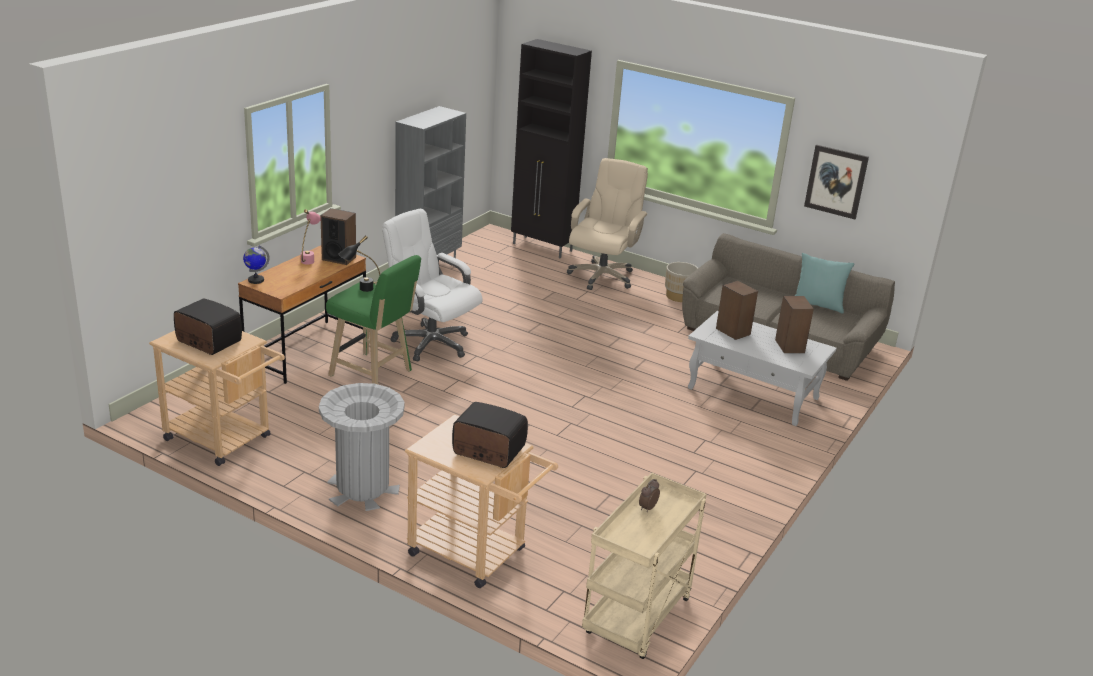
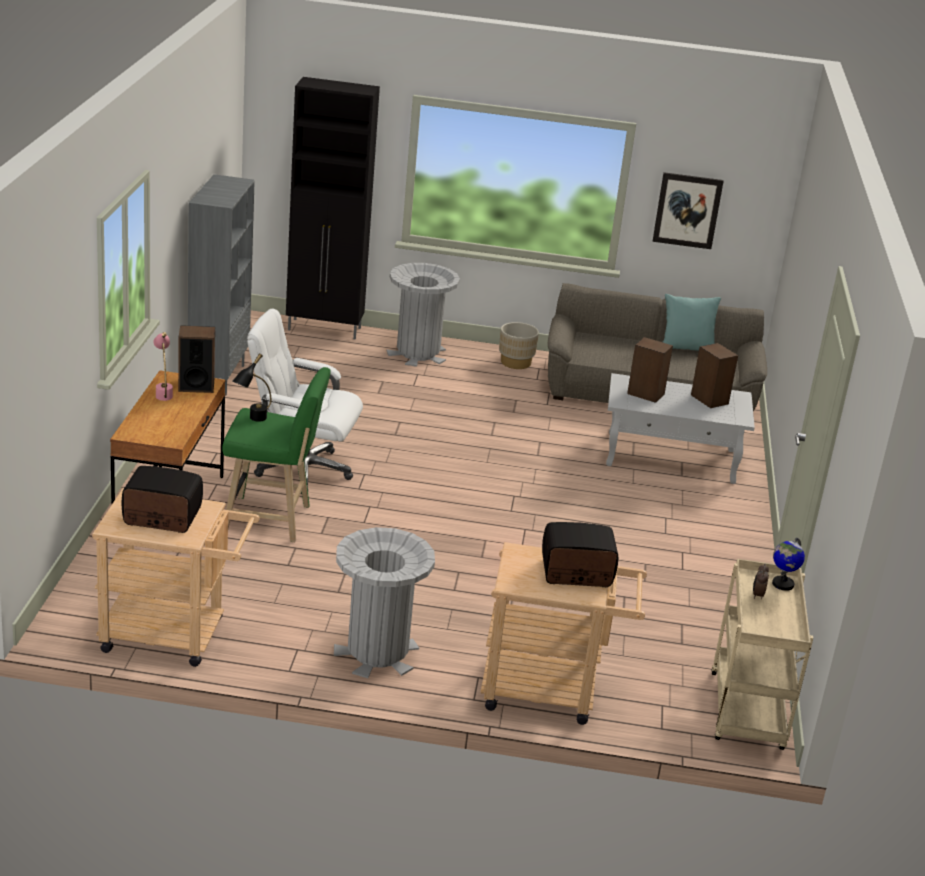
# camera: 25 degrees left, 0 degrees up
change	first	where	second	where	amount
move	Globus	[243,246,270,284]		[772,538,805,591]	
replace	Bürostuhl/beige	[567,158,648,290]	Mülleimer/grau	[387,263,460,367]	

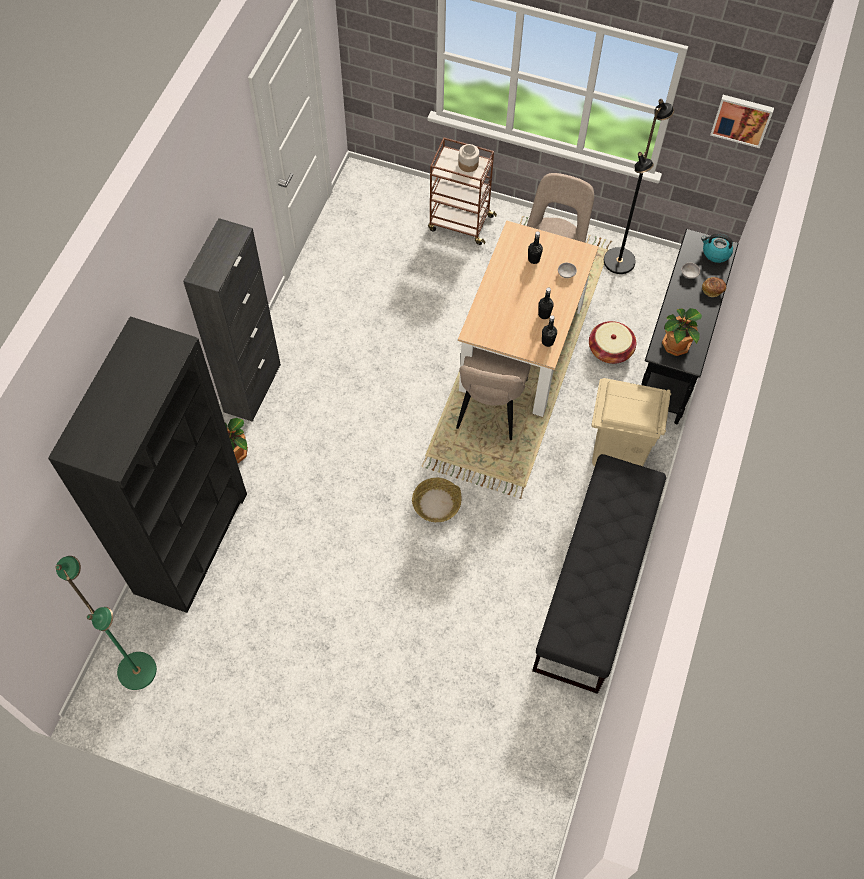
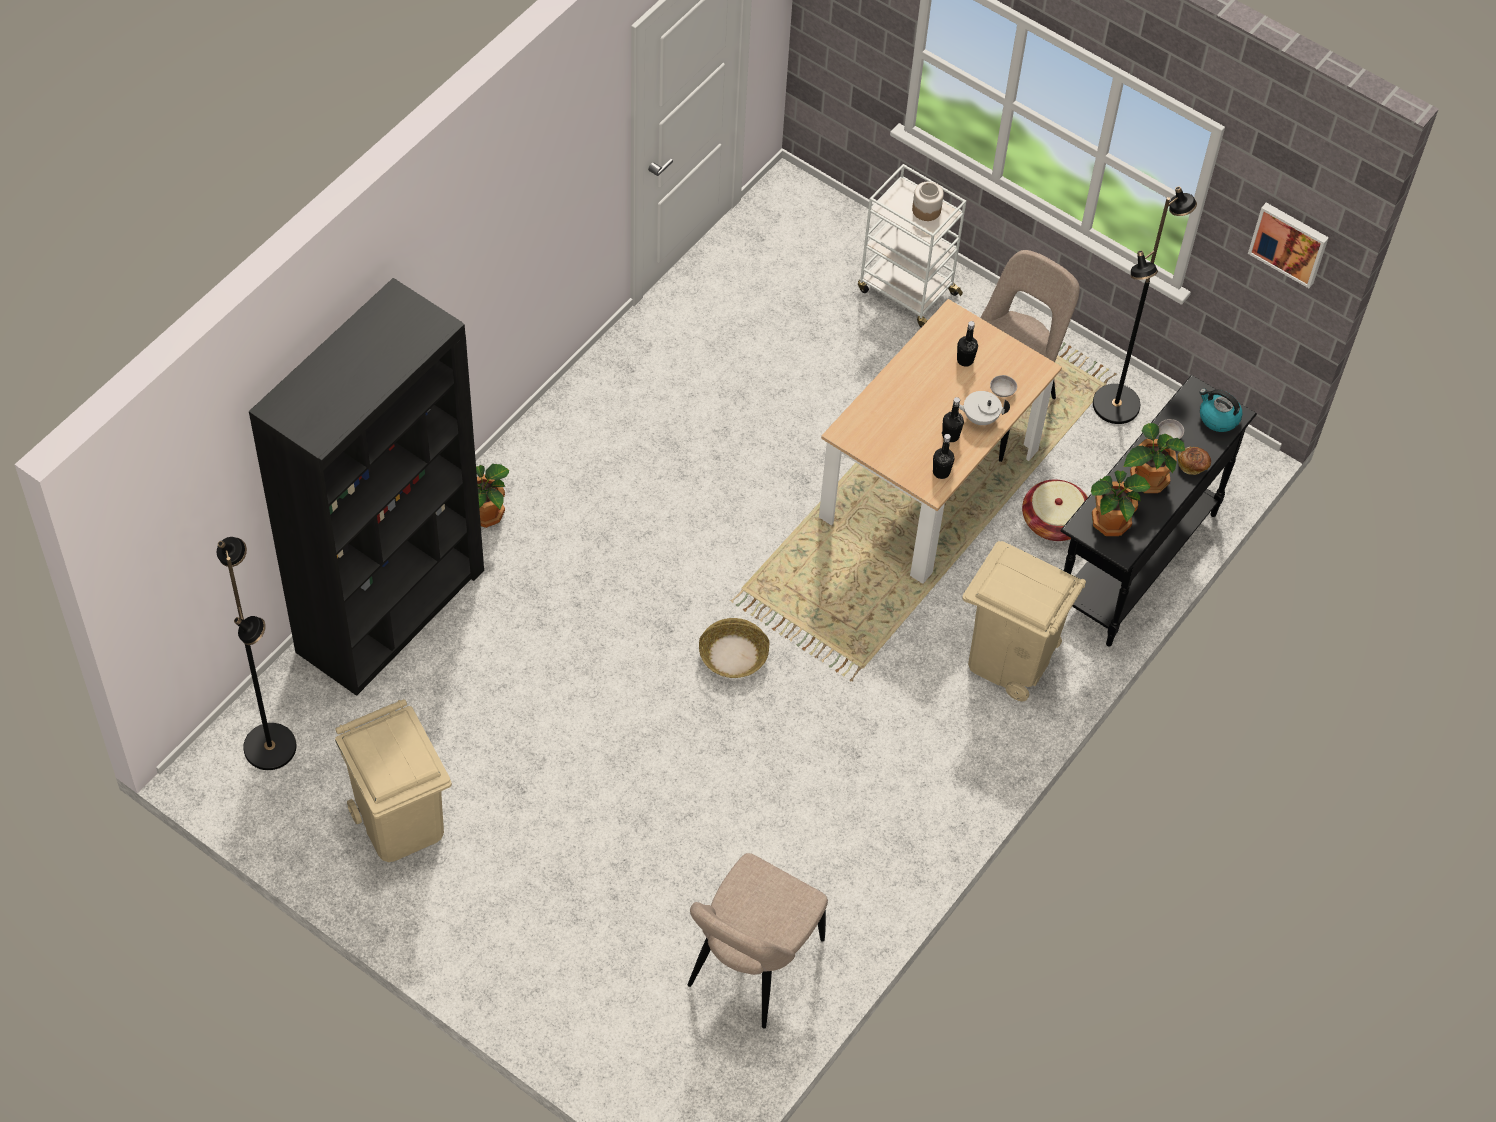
# camera: 15 degrees right, 5 degrees down
change	first	where	second	where	amount
recolor	Stehlampe/grün	[55,556,157,690]	Stehlampe/schwarz	[217,537,296,770]	
delete	Schrank/schwarz	[183,218,281,422]			
recolor	Rollwagen/braun	[428,137,497,245]	Rollwagen/weiß	[858,164,966,327]	
move	Stuhl/beige	[456,347,531,440]		[688,853,828,1029]	
delete	Bank/schwarz	[532,454,666,694]			
insert			Mülleimer/beige	[335,699,452,862]	
insert			Teekanne/weiß	[959,391,1010,425]	
insert			Topfpflanze	[1123,423,1185,493]	

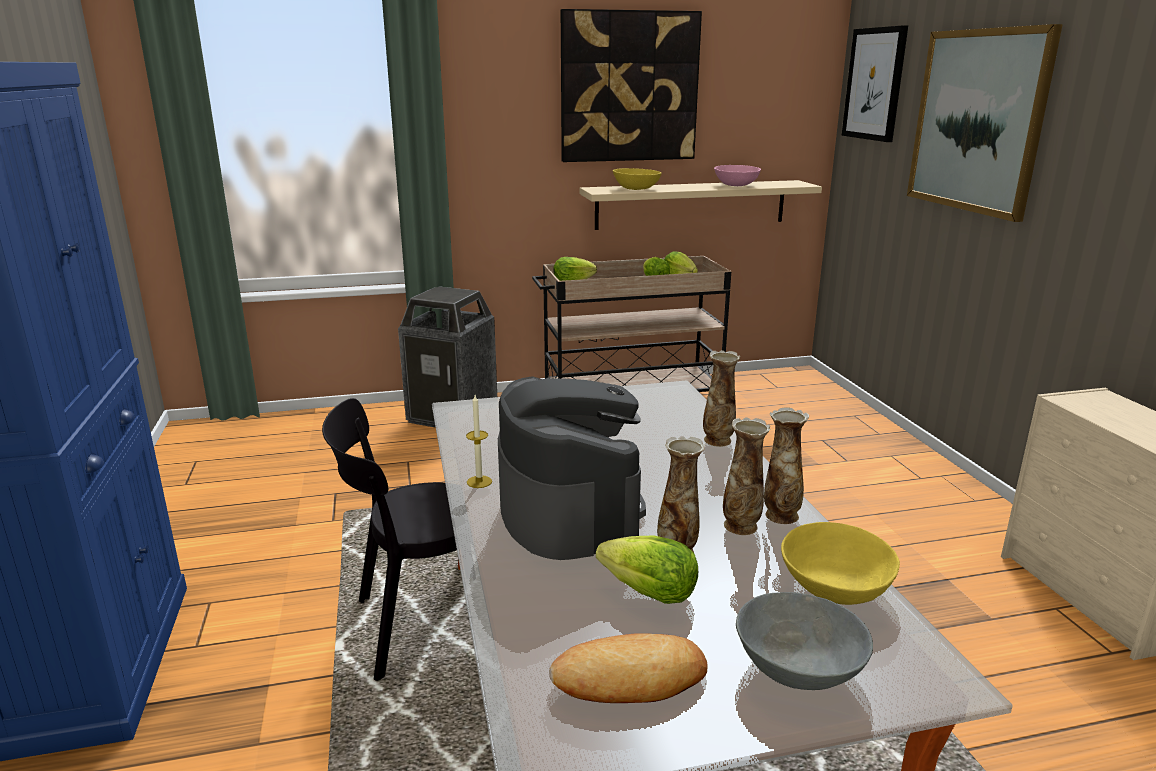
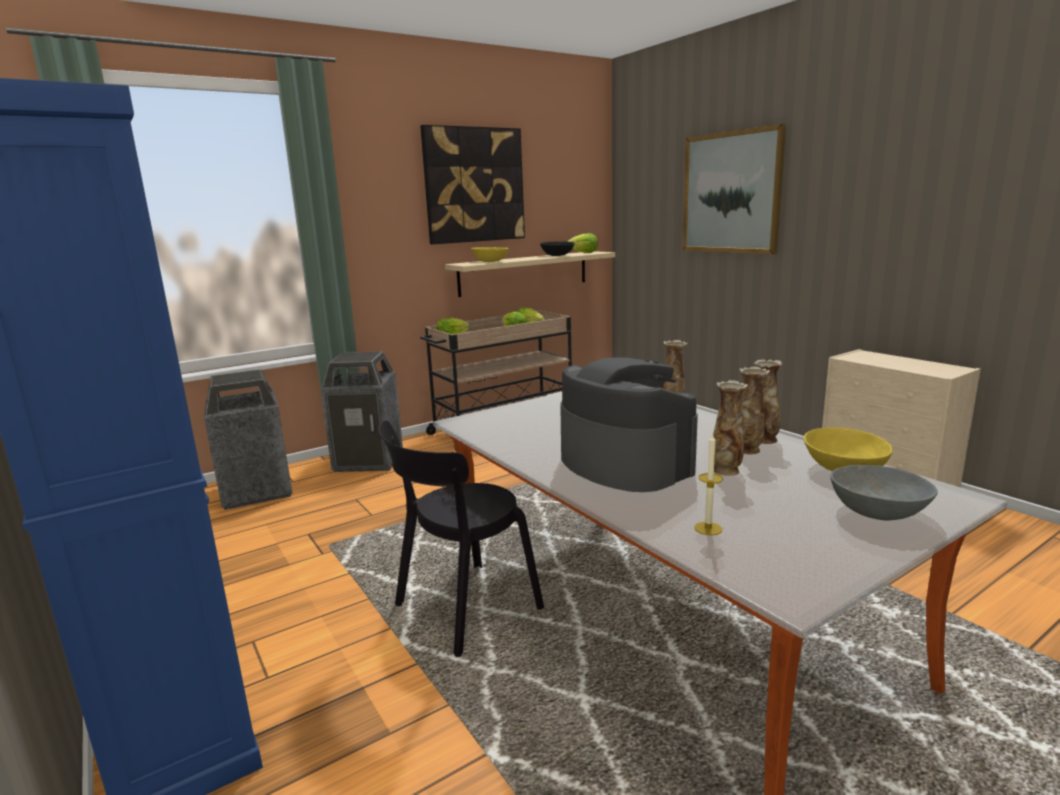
# camera: 20 degrees left, 5 degrees down
change	first	where	second	where	amount
move	Kerze	[466,395,492,488]		[695,434,723,536]	
delete	Brot	[549,633,708,703]			
move	Salatkopf	[596,536,698,604]		[567,233,598,253]	
recolor	Schüssel/rosa	[714,165,761,186]	Schüssel/schwarz	[540,241,574,256]	
delete	Bild	[842,25,908,142]			
insert			Mülleimer	[204,369,293,510]	

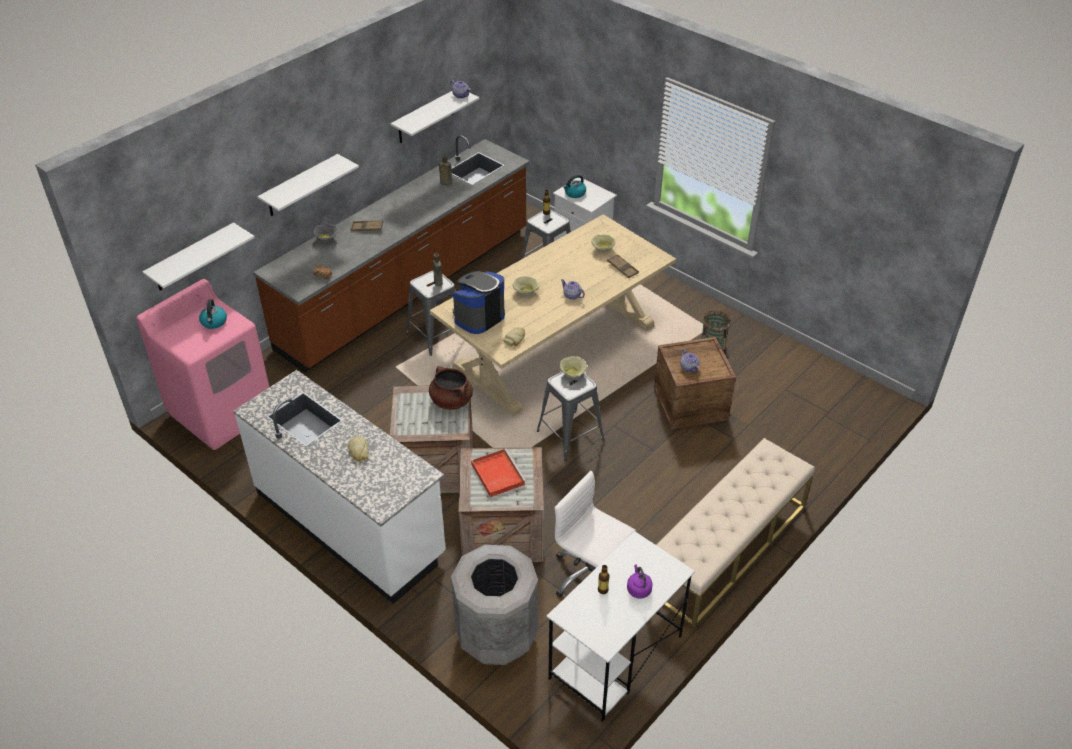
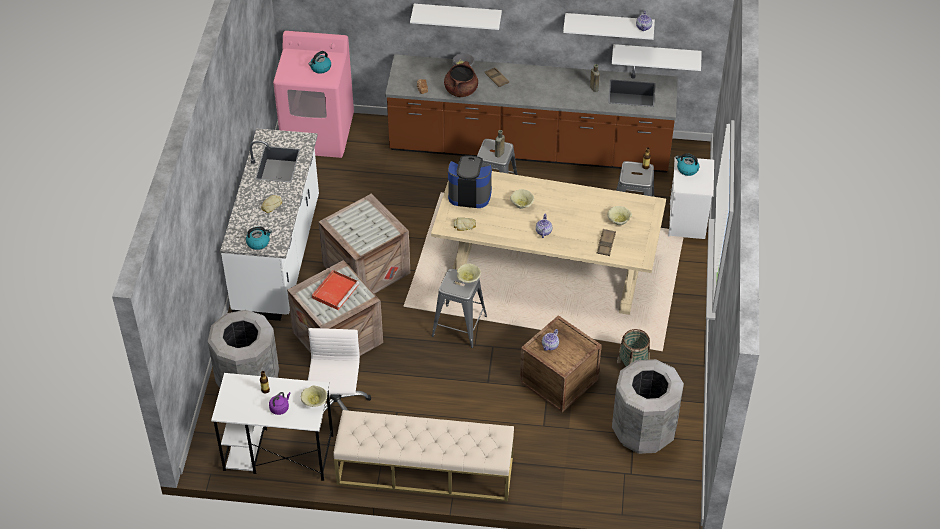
# camera: 55 degrees right, 5 degrees up
change	first	where	second	where	amount
move	Wandregal/weiß	[142,223,255,291]		[612,44,702,71]	
move	Kochtopf/braun	[429,366,473,410]		[444,61,478,97]	
insert			Wasserkessel	[246,227,272,250]	
insert			Schüssel/beige	[301,385,327,407]	
insert			Mülleimer/grau	[612,359,684,454]	

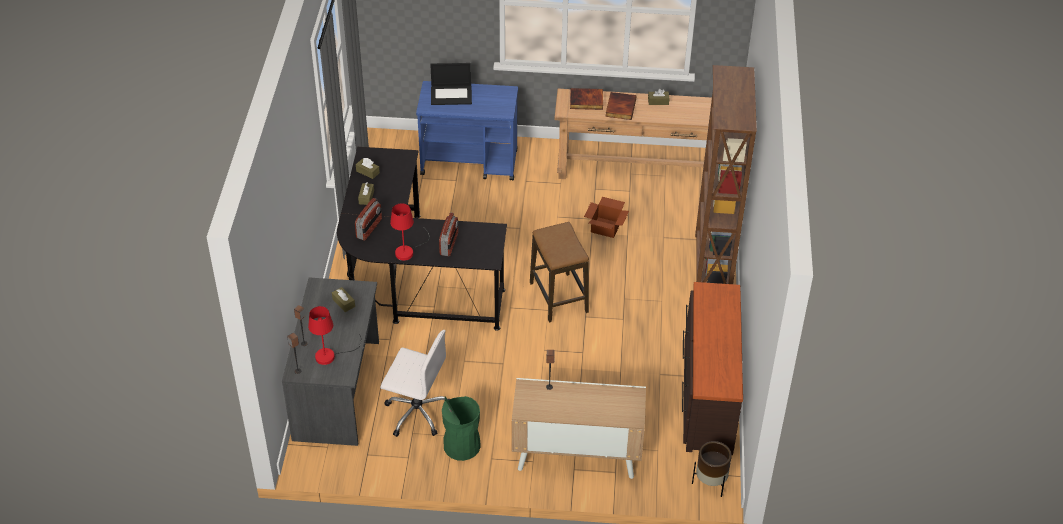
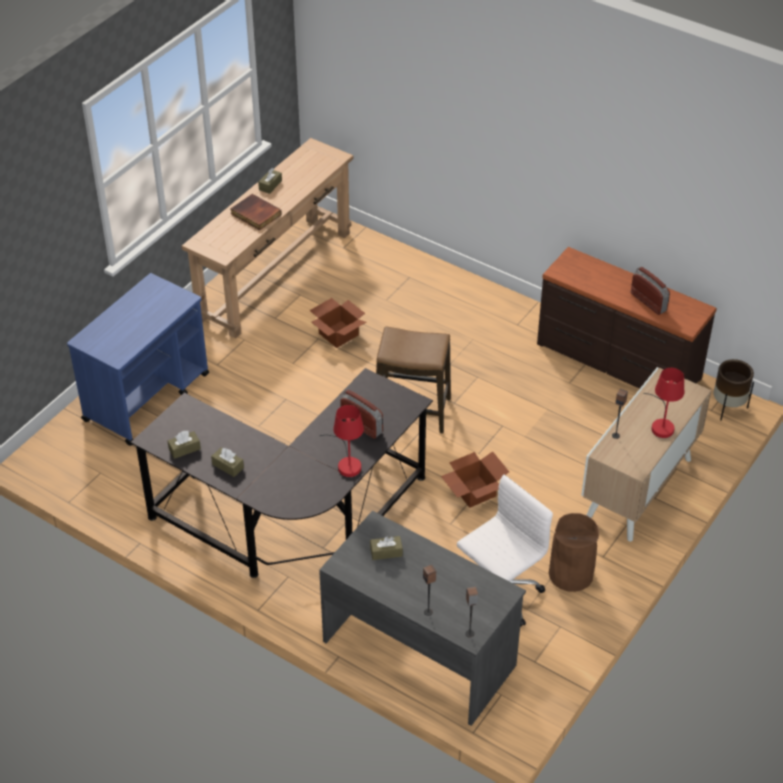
# camera: 60 degrees left, 0 degrees up
change	first	where	second	where	amount
move	Tischlampe/rot	[308,306,361,365]		[643,368,684,438]	
move	Radio	[355,198,382,240]		[631,267,670,315]	
delete	Laptop	[430,63,472,105]			
recolor	Mülleimer/grün	[442,396,481,461]	Mülleimer/braun	[549,513,599,592]	
delete	Buch	[570,88,603,110]			
delete	Bücherregal/braun	[695,65,757,284]			
insert			Karton	[441,451,509,508]	

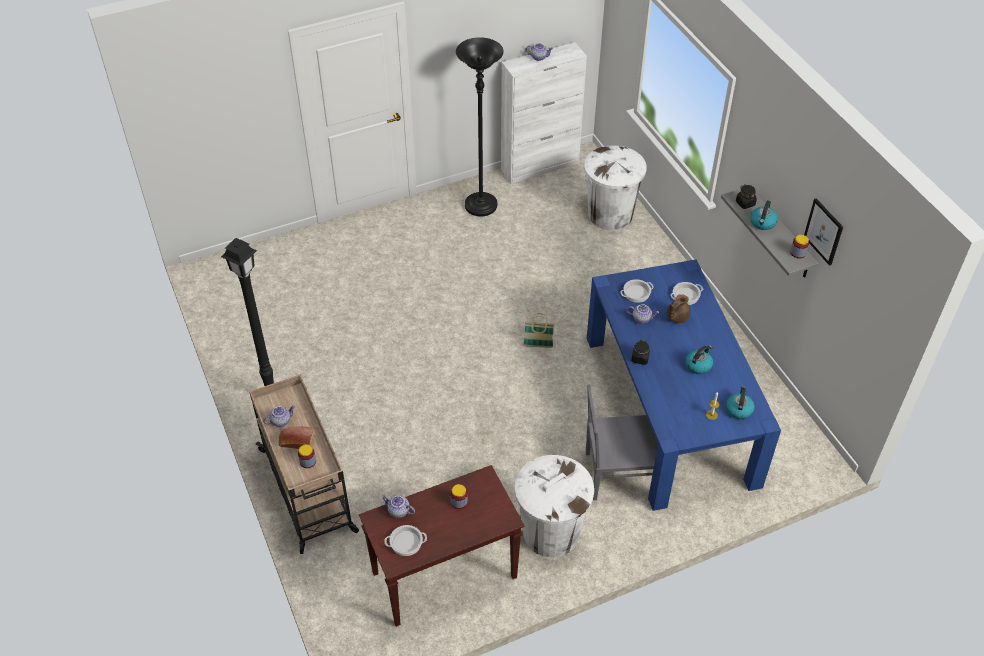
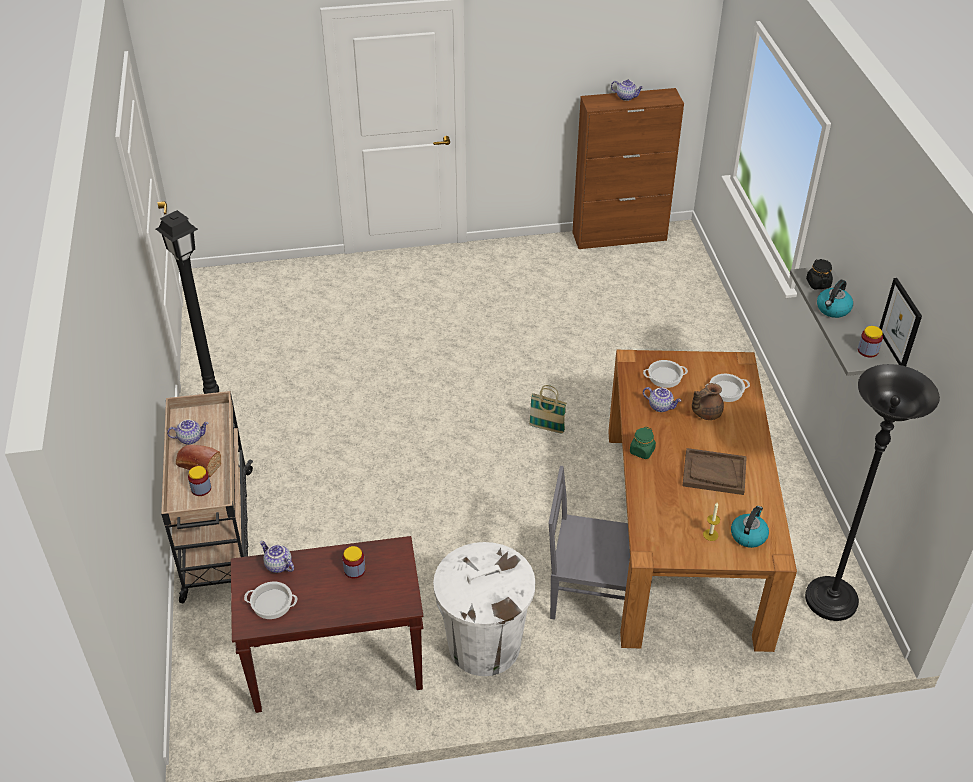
# camera: 15 degrees right, 5 degrees down
change	first	where	second	where	amount
move	Stehlampe/schwarz	[456,37,504,216]		[805,364,940,621]	
recolor	Schrank/weiß	[501,42,587,184]	Schrank/braun	[572,88,684,249]	
delete	Mülleimer/weiß	[584,145,647,230]			
recolor	Esstisch/blau	[587,260,781,511]	Esstisch/braun	[608,350,797,652]	
recolor	Vorratsglas/schwarz	[631,340,650,365]	Vorratsglas/grün	[630,427,656,459]	
replace	Wasserkessel	[685,345,713,374]	Tablett/braun	[682,448,747,495]	

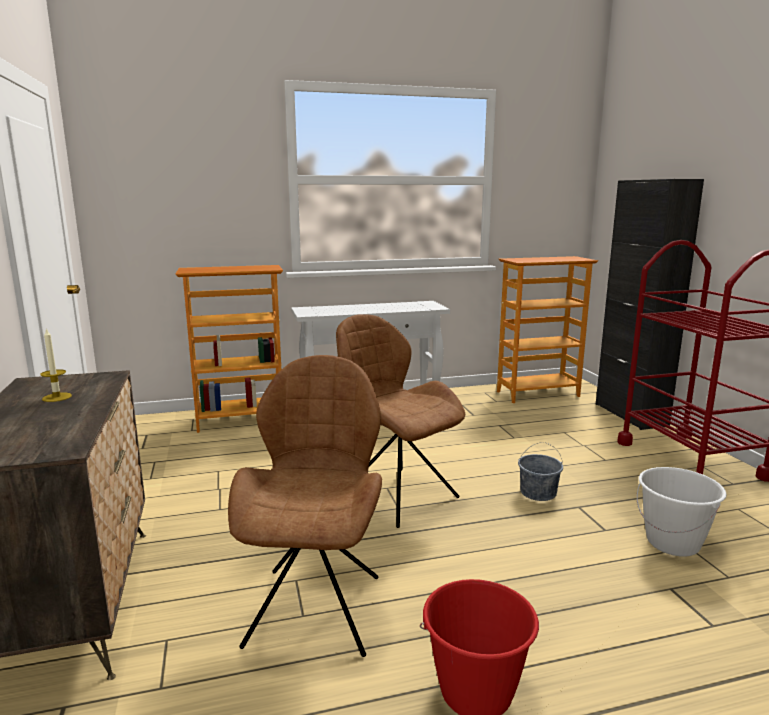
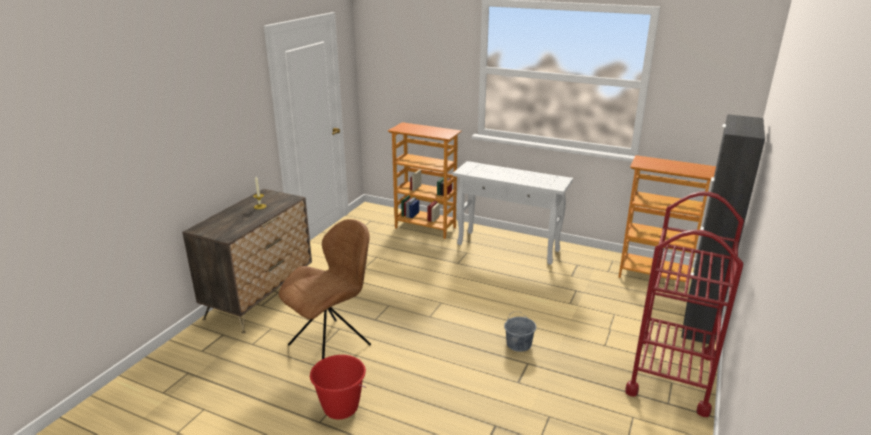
# camera: 40 degrees right, 10 degrees up
change	first	where	second	where	amount
delete	Stuhl/braun	[336,314,465,528]			
delete	Eimer/weiß	[637,467,727,557]			

